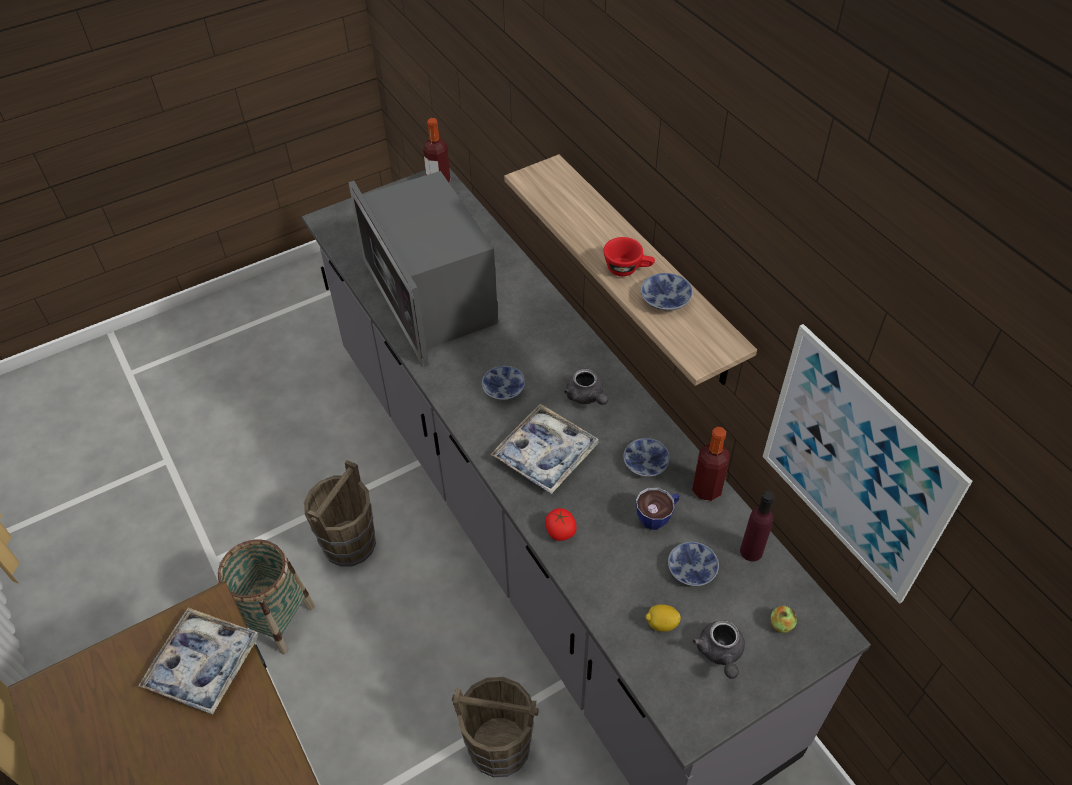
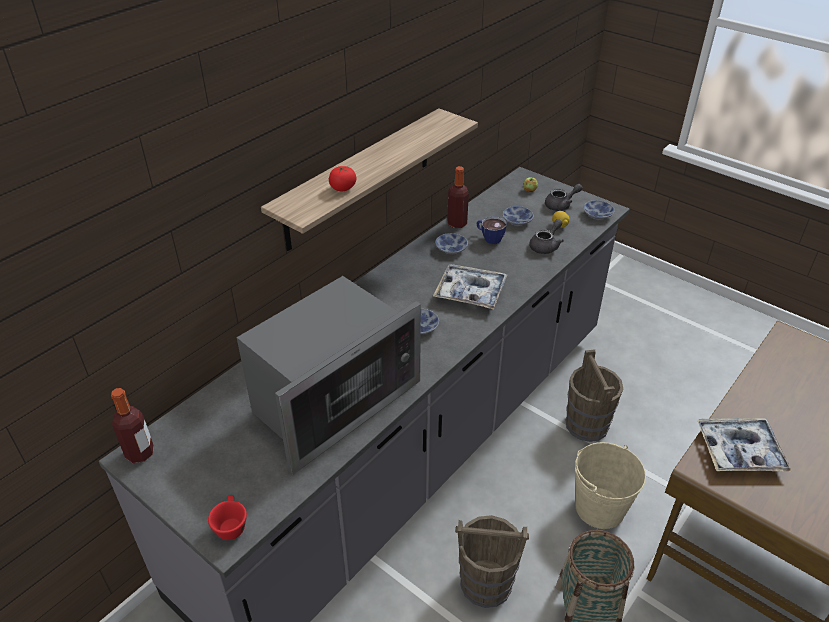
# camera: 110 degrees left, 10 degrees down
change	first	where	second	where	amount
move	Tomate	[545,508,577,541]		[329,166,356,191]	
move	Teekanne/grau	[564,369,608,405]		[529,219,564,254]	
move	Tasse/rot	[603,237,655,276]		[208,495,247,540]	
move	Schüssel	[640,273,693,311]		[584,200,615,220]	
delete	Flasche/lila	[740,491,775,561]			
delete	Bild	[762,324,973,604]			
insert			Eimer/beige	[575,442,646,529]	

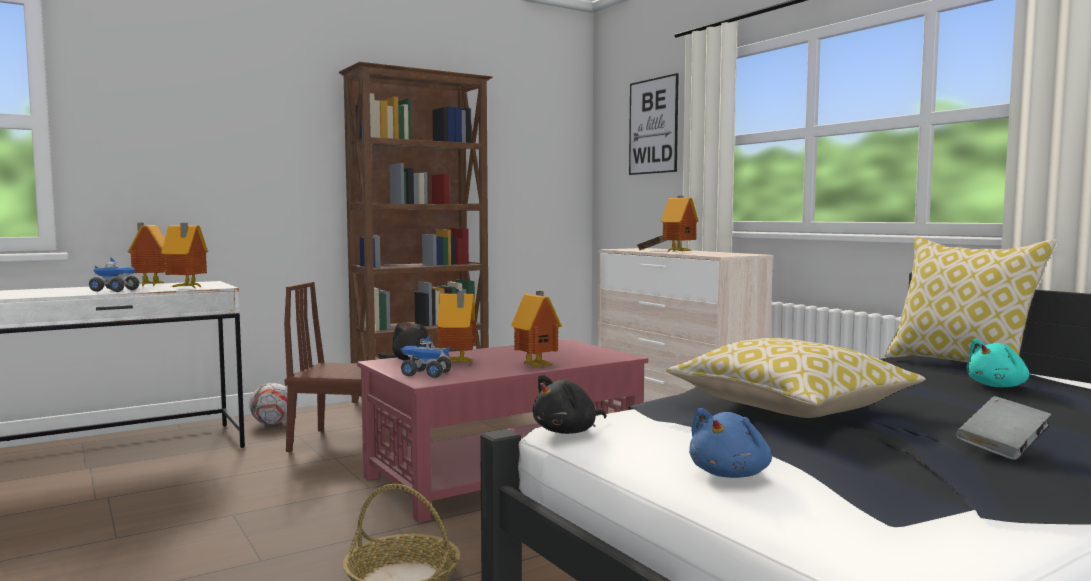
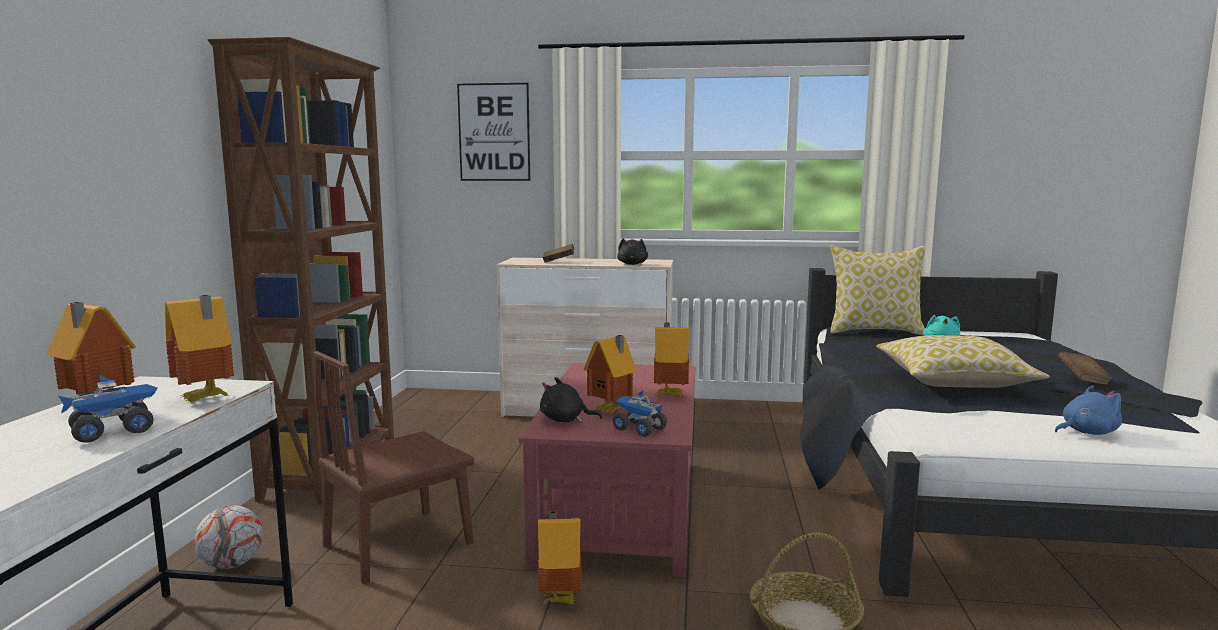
# camera: 50 degrees left, 5 degrees up
change	first	where	second	where	amount
rotate	Spielzeuglaster	[400,335,452,378]		[613,390,667,437]	75 degrees clockwise
move	Plüschtier/schwarz	[533,375,606,434]		[617,238,648,265]	
move	Spielzeughaus	[661,196,699,252]		[538,511,582,605]	
rotate	Plüschtier/blau	[689,408,772,478]		[1055,385,1122,435]	90 degrees counterclockwise
recolor	Buch/grau	[956,396,1051,460]	Buch/braun	[1058,351,1113,385]	

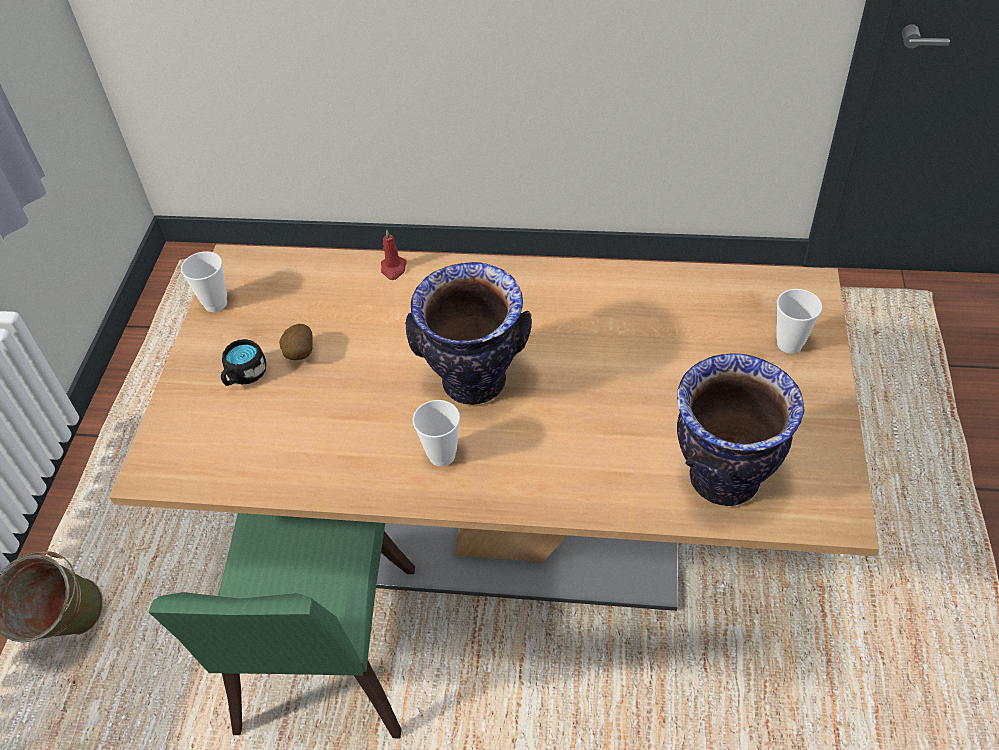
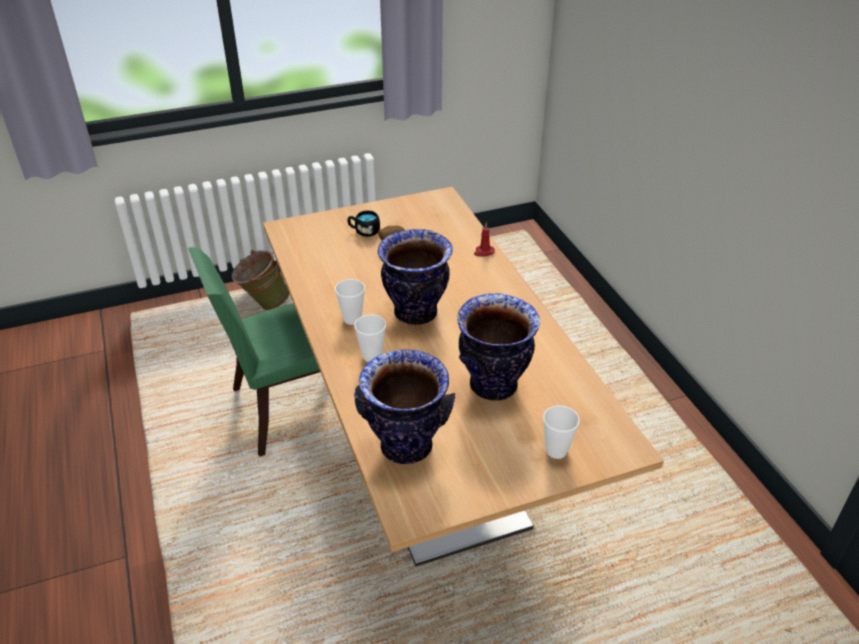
# camera: 60 degrees right, 10 degrees down
change	first	where	second	where	amount
move	Tasse	[181,251,227,312]		[354,314,386,362]	
insert			Vase	[457,293,540,401]	

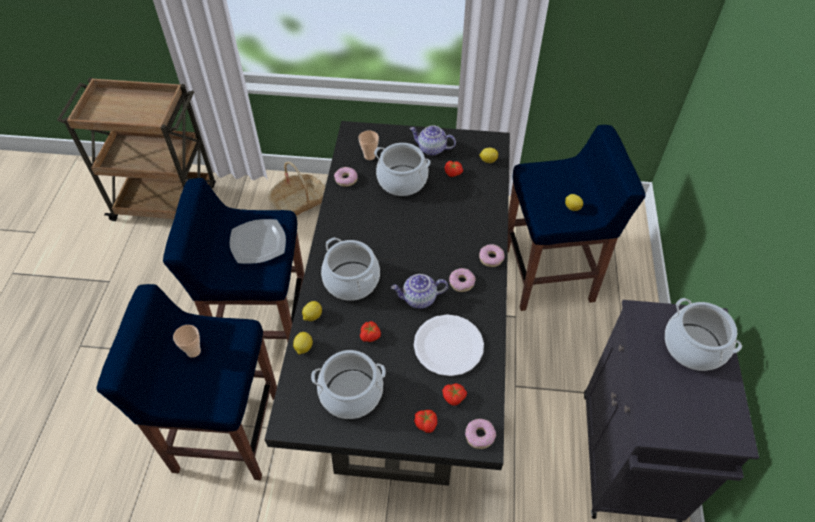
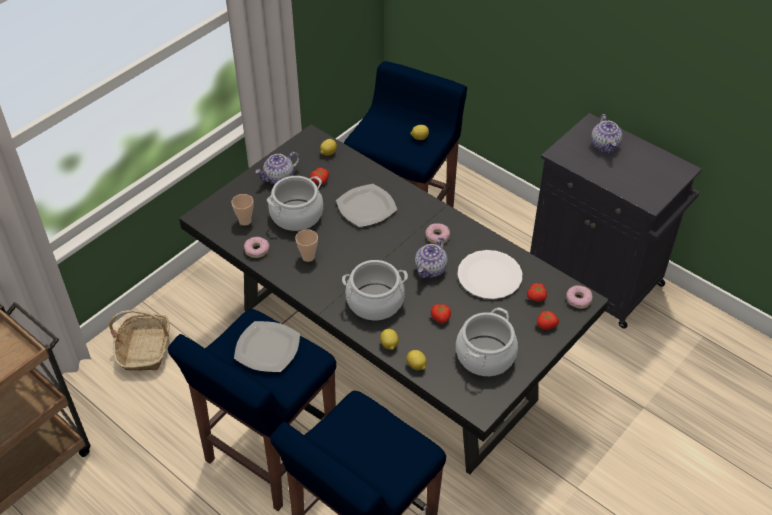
# camera: 55 degrees left, 5 degrees down
change	first	where	second	where	amount
move	Tasse	[173,325,201,358]		[295,229,318,262]	
delete	Donut	[479,244,505,267]			
replace	Kochtopf	[665,298,742,371]	Teekanne	[591,114,622,153]	
insert			Teller	[336,184,397,227]	

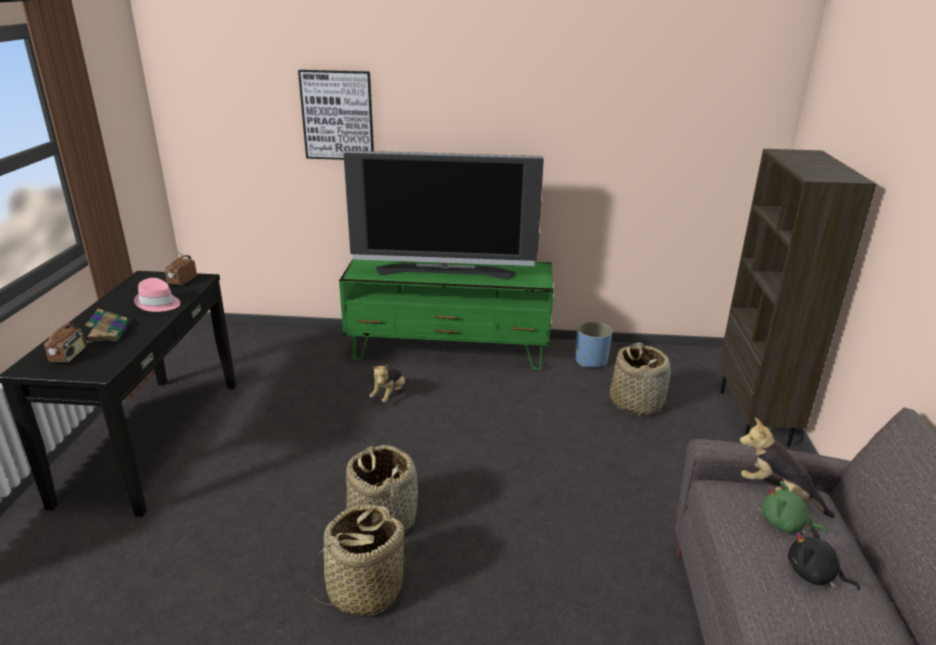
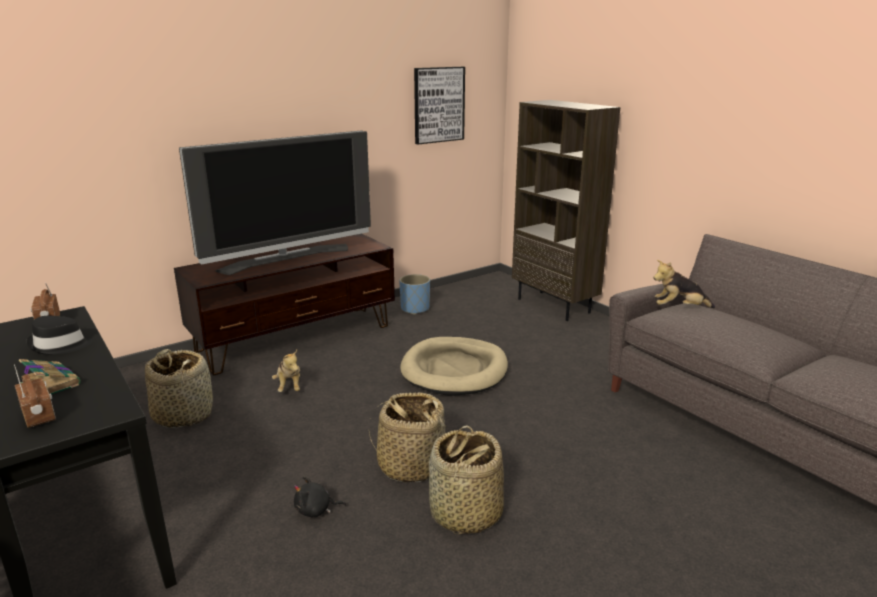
# camera: 40 degrees left, 5 degrees down
change	first	where	second	where	amount
recolor	Hut/rosa	[134,278,181,312]	Hut/schwarz	[26,316,93,354]	
move	Bild	[298,70,374,160]		[414,67,465,144]	
recolor	Fernsehschrank/grün	[339,259,554,370]	Fernsehschrank/braun	[174,234,395,375]	
move	Korb	[610,342,670,416]		[145,349,213,428]	
delete	Plüschtier/grün	[761,481,827,535]			
move	Plüschtier/schwarz	[788,527,860,590]		[294,476,346,517]	
insert			Hundebett/beige	[400,337,508,396]	

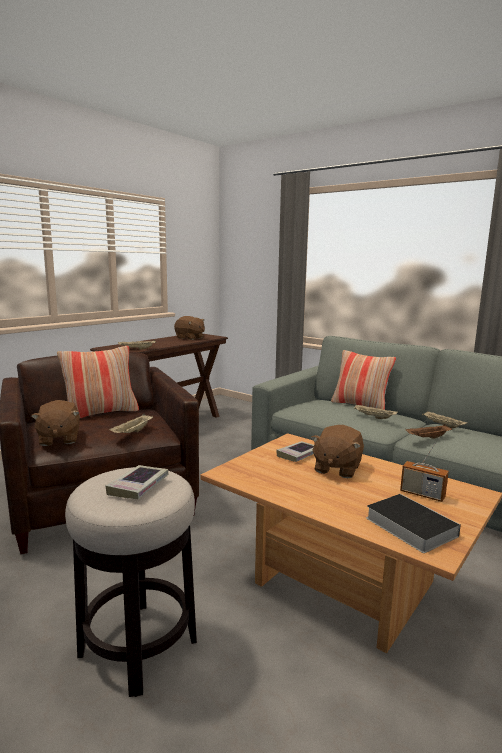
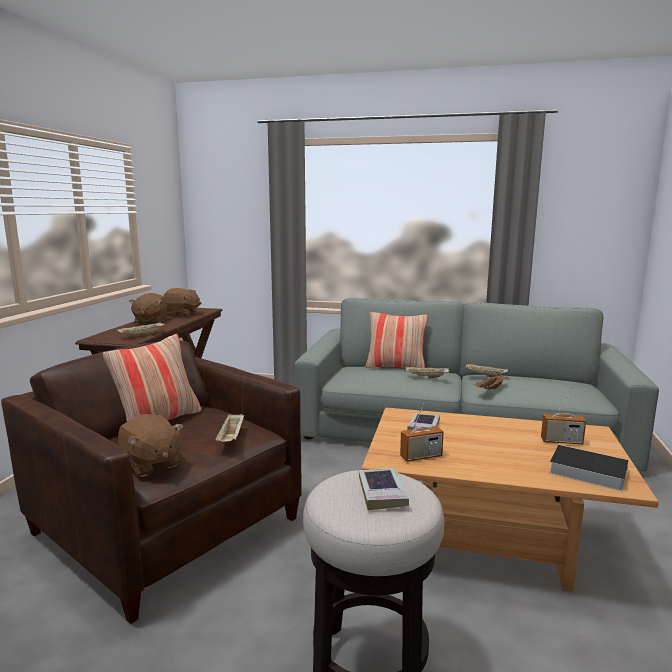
# camera: 25 degrees left, 0 degrees up
change	first	where	second	where	amount
move	Plüschtier/braun	[311,425,364,478]		[129,293,167,324]	
insert			Radio	[400,398,444,462]	

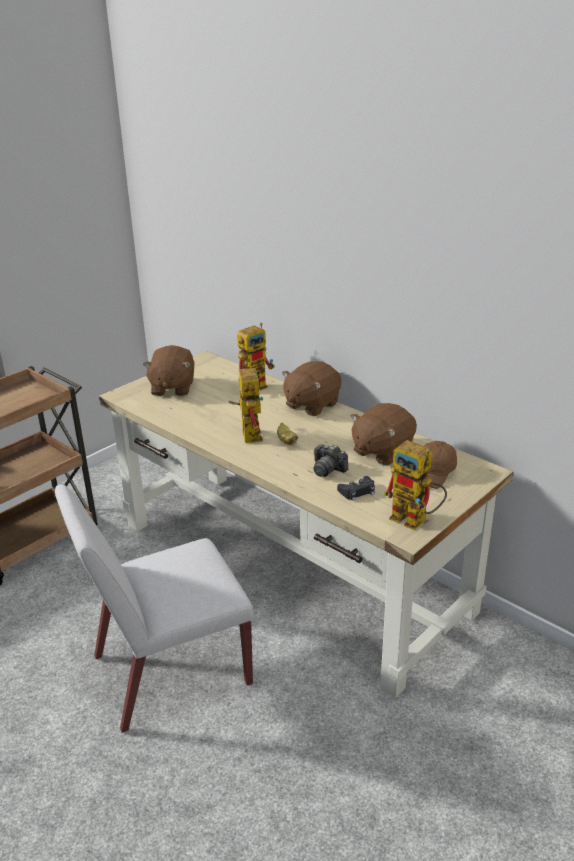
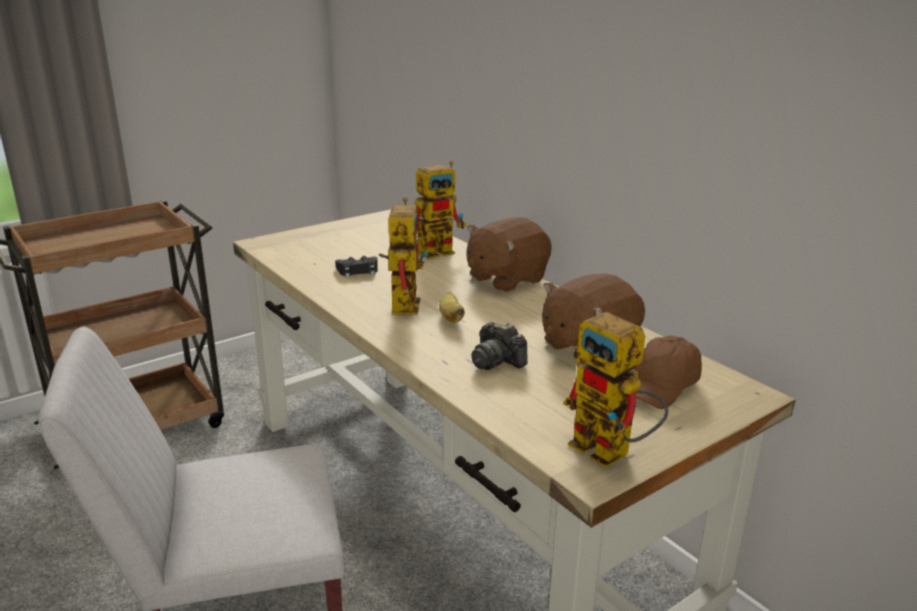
# camera: 10 degrees right, 5 degrees down
change	first	where	second	where	amount
delete	Plüschtier/braun	[143,345,194,396]			
move	Gamepad/schwarz	[337,476,375,501]		[335,256,378,277]	

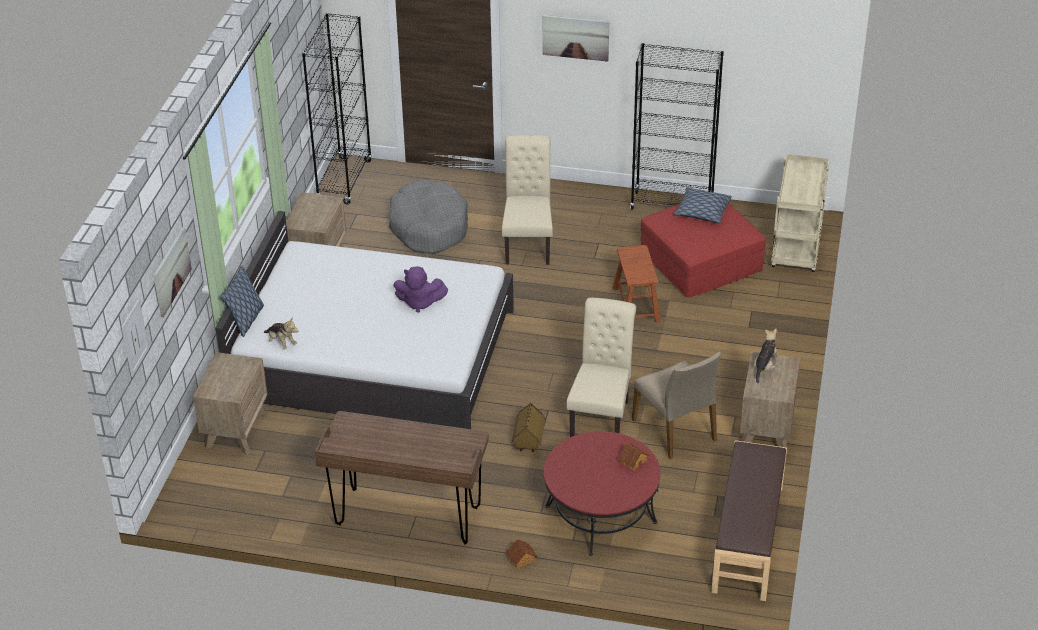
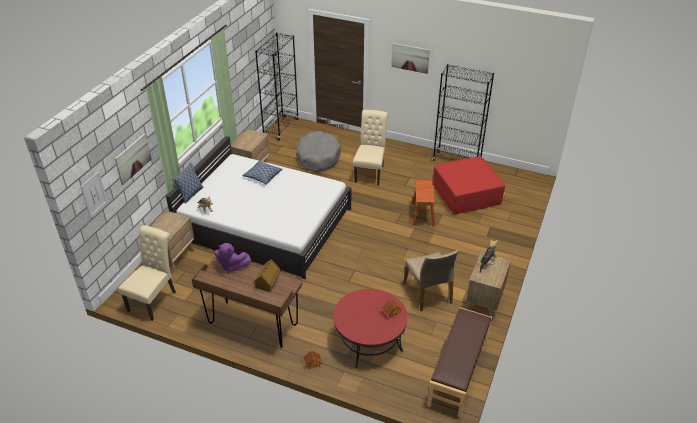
# camera: 10 degrees right, 0 degrees up
change	first	where	second	where	amount
move	Plüschtier/lila	[393,267,448,313]		[214,243,251,273]	
move	Spielzeughaus	[512,403,545,452]		[254,259,281,292]	
move	Stuhl/beige	[567,298,636,437]		[118,225,176,321]	
move	Kissen	[674,187,732,224]		[242,160,282,184]	
delete	Rollwagen/beige	[771,154,829,272]			

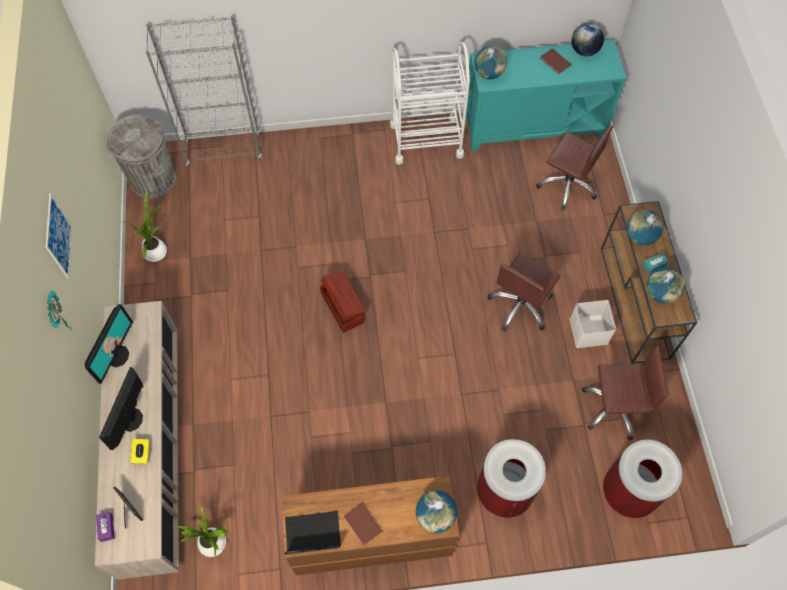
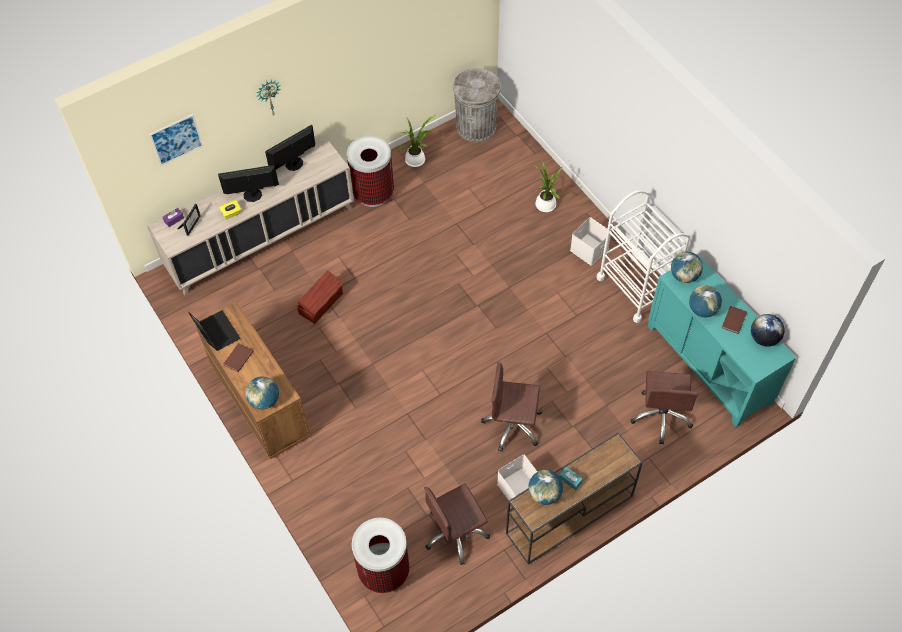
# camera: 65 degrees right, 5 degrees down
change	first	where	second	where	amount
move	Bild	[46,193,72,278]		[149,114,203,166]	
rotate	Monitor	[85,304,133,384]		[265,125,315,171]	150 degrees clockwise
delete	Bücherregal/grau	[146,16,262,167]			
move	Topfpflanze	[177,507,226,557]		[535,162,562,212]	
move	Aufbewahrungsbox/braun	[320,272,366,333]		[297,270,343,324]	
move	Mülleimer	[477,439,546,518]		[347,136,394,207]	
rotate	Bürostuhl/braun	[582,346,668,440]		[424,483,490,565]	90 degrees clockwise
move	Globus	[627,210,663,245]		[689,285,722,317]	
insert			Aufbewahrungsbox/weiß	[570,217,611,266]	

